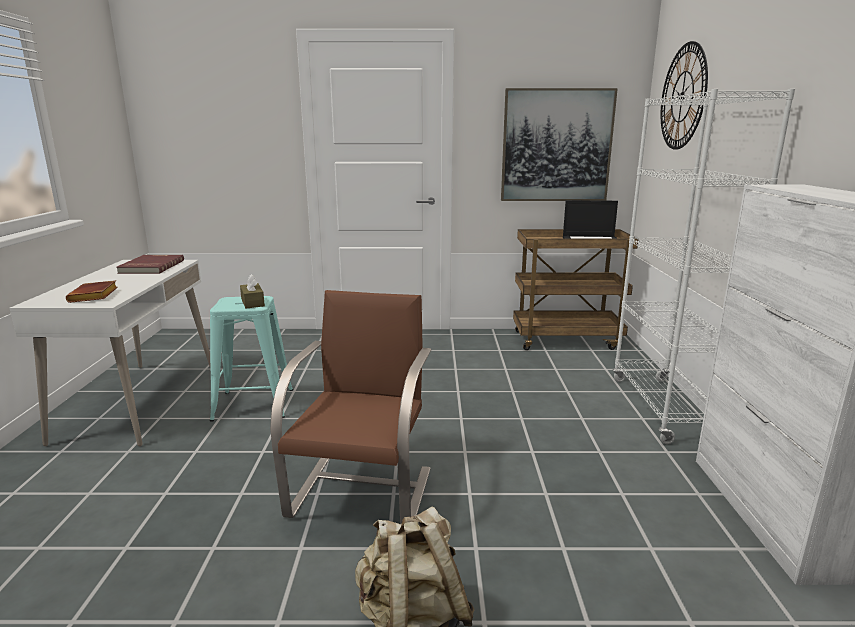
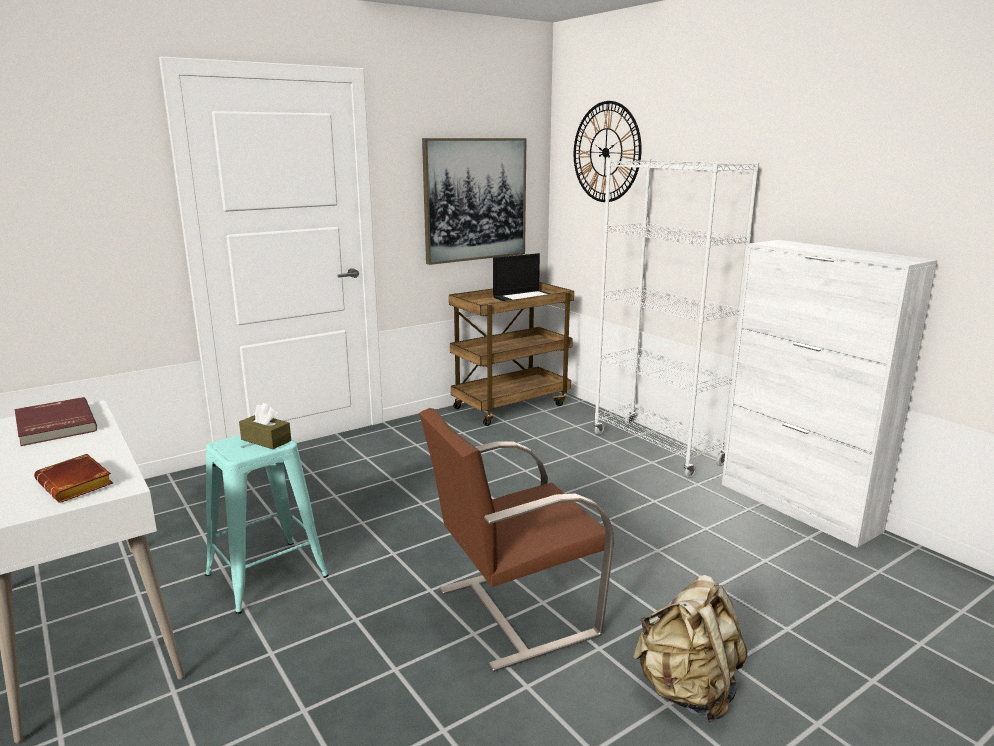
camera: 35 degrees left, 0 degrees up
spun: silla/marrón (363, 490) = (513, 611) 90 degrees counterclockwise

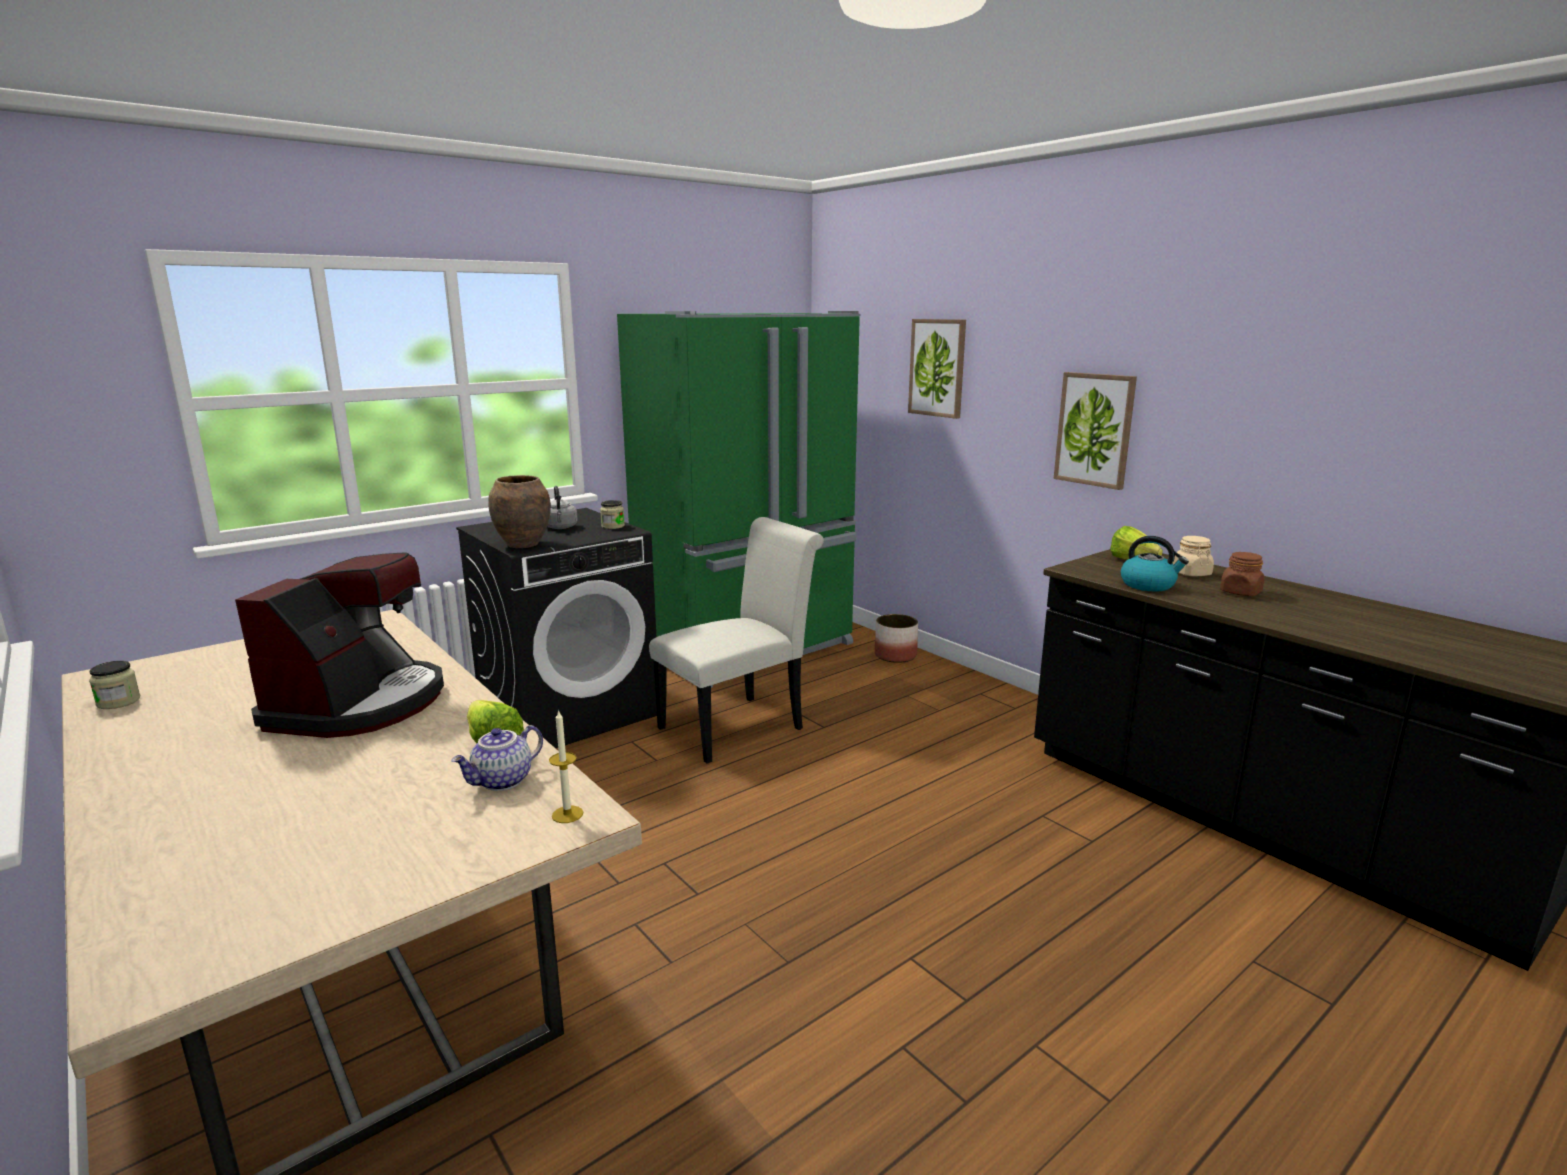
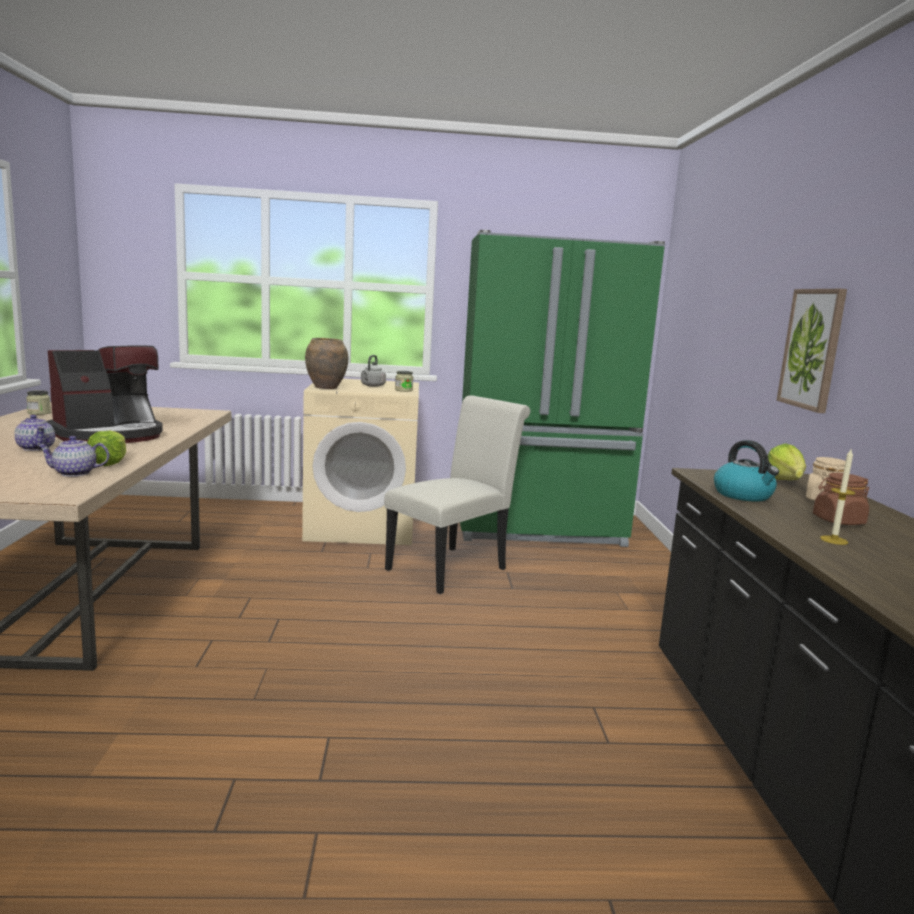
camera: 35 degrees right, 5 degrees down
missing: maceta (895, 656); cuadro (937, 368)
appeared: tetera (36, 448)
relocated: vela (567, 814) to (834, 540)
colour: lavadora/negro (569, 711) to lavadora/beis (362, 527)
spun: silla/blanco (739, 726) = (452, 567) 45 degrees counterclockwise

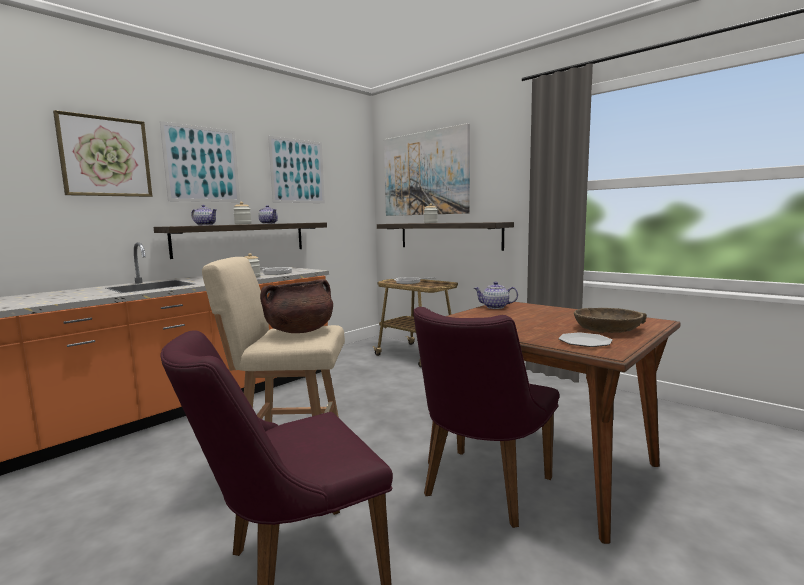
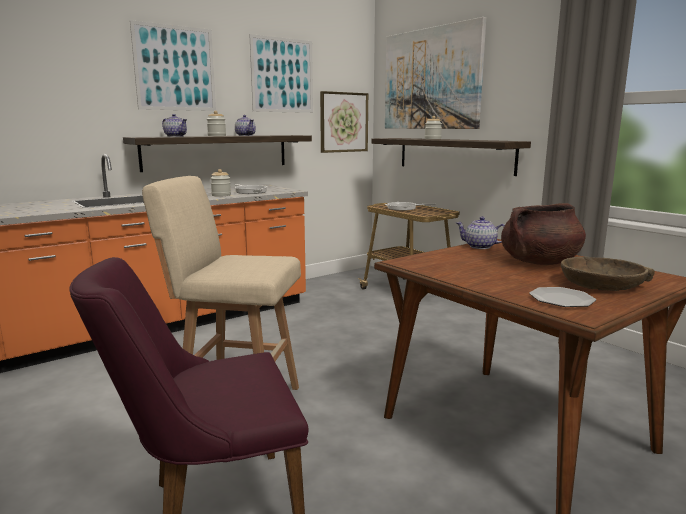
camera: 10 degrees right, 5 degrees up
missing: silla/morado (481, 491)
relocated: cuadro (105, 157) to (343, 122); olla/marrón (300, 331) to (539, 262)

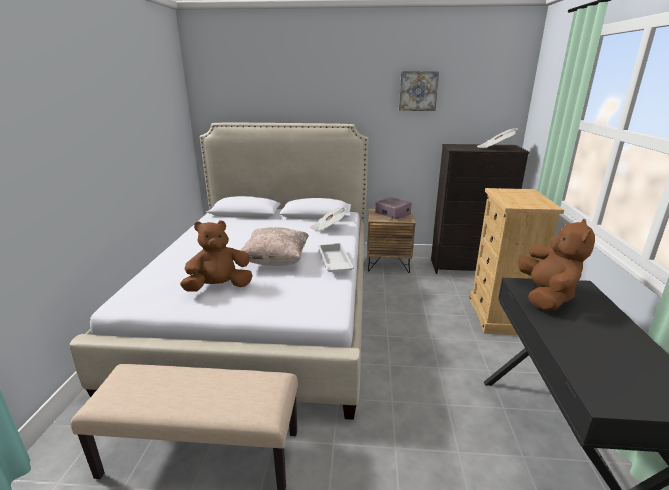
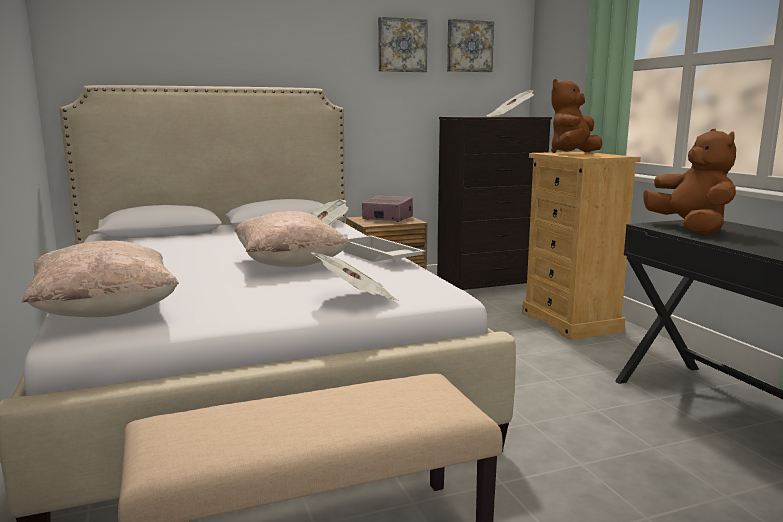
camera: 25 degrees left, 10 degrees down
appeared: cojín/beis (106, 311); periódico (356, 298); cuadro (469, 46)
relocated: peluche/marrón (219, 287) to (573, 153)

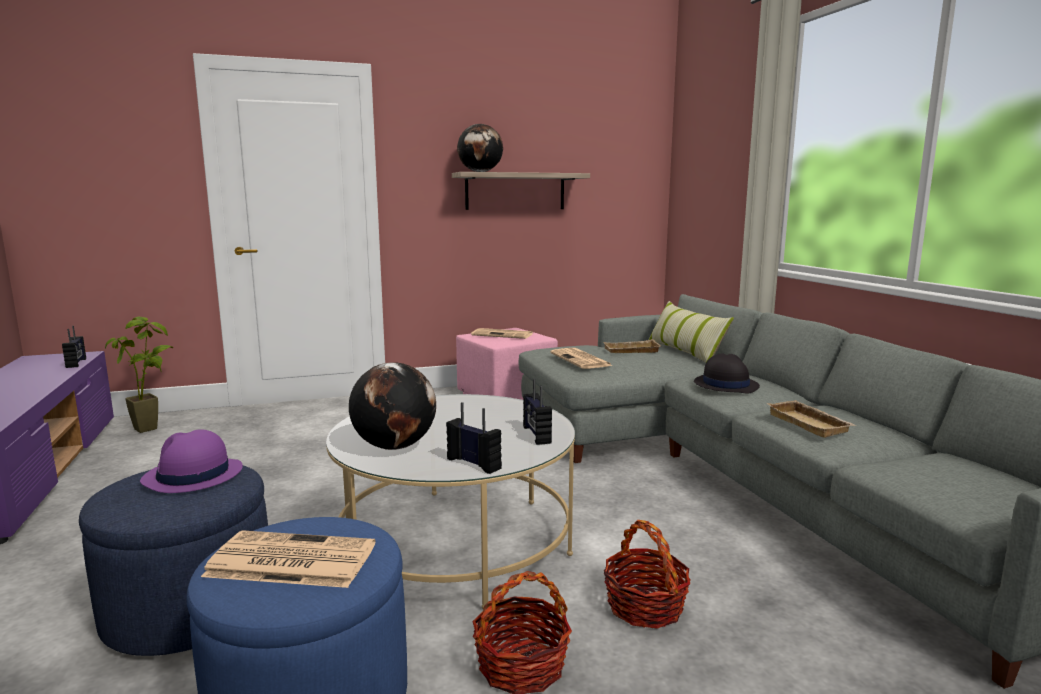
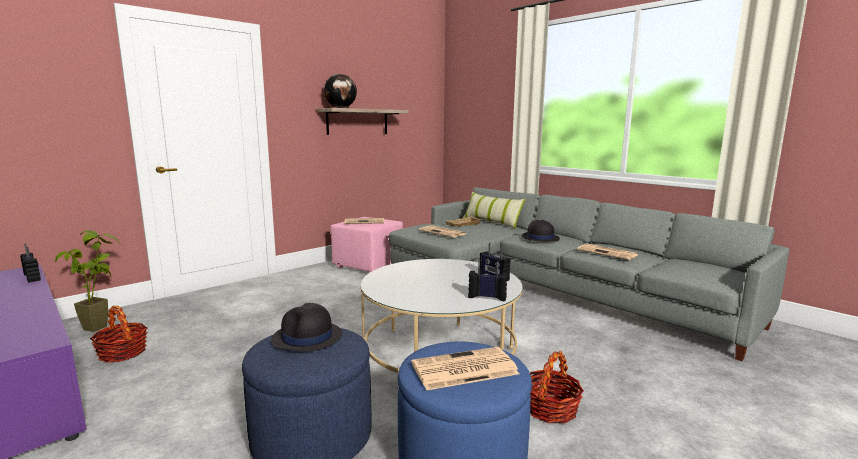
camera: 25 degrees left, 0 degrees up
missing: globo terráqueo (394, 446)
relocated: cesta (645, 606) to (122, 353)
exchanged: bandeja/beis (811, 424) to periódico (608, 252)
colour: sombrero/morado (192, 476) to sombrero/negro (307, 338)

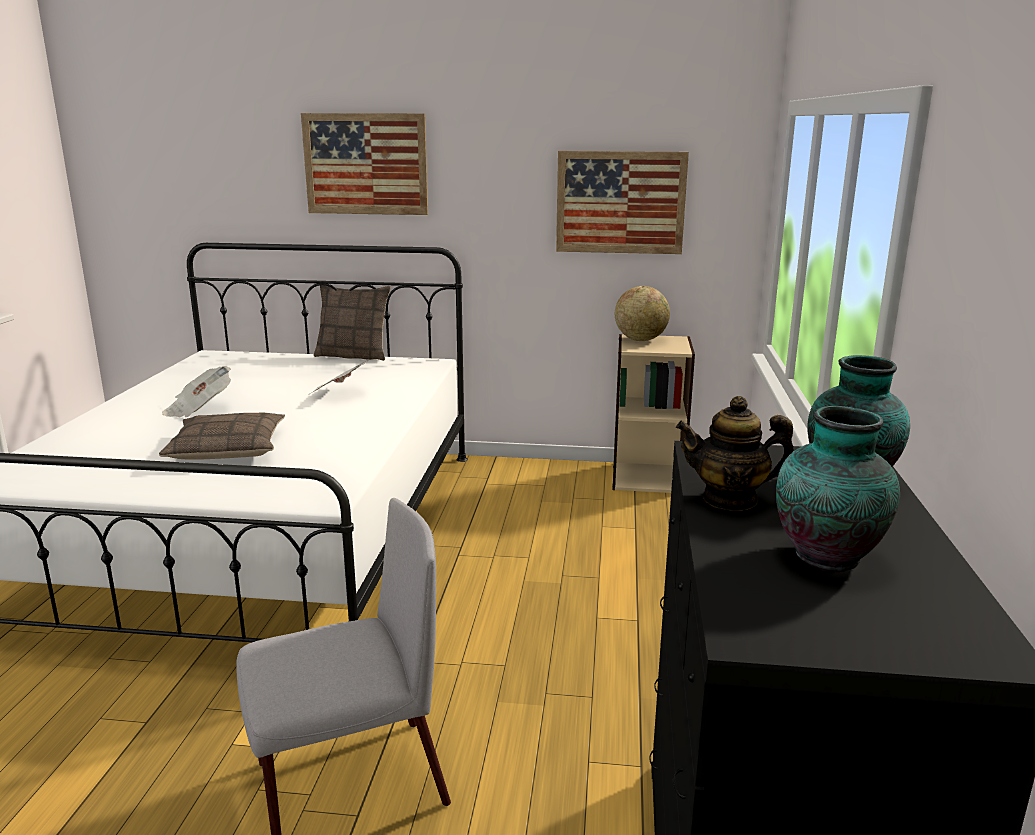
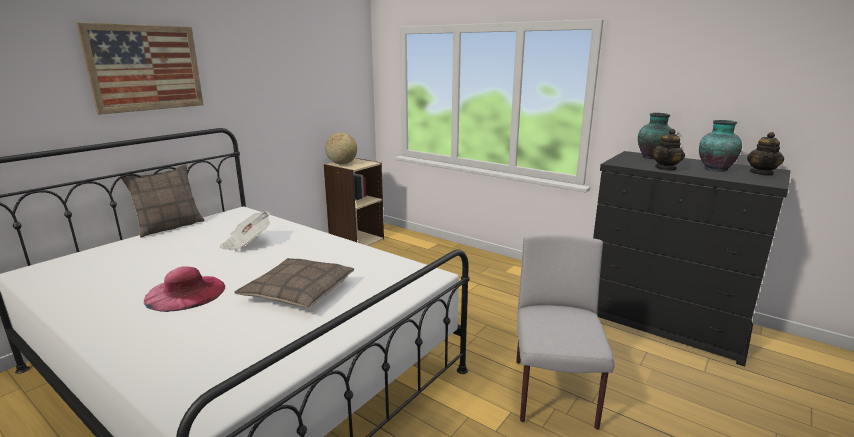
camera: 60 degrees left, 0 degrees up
missing: cuadro (620, 202)
appeared: tetera (761, 173)
exchanged: periódico (199, 410) to sombrero/rosa (185, 293)

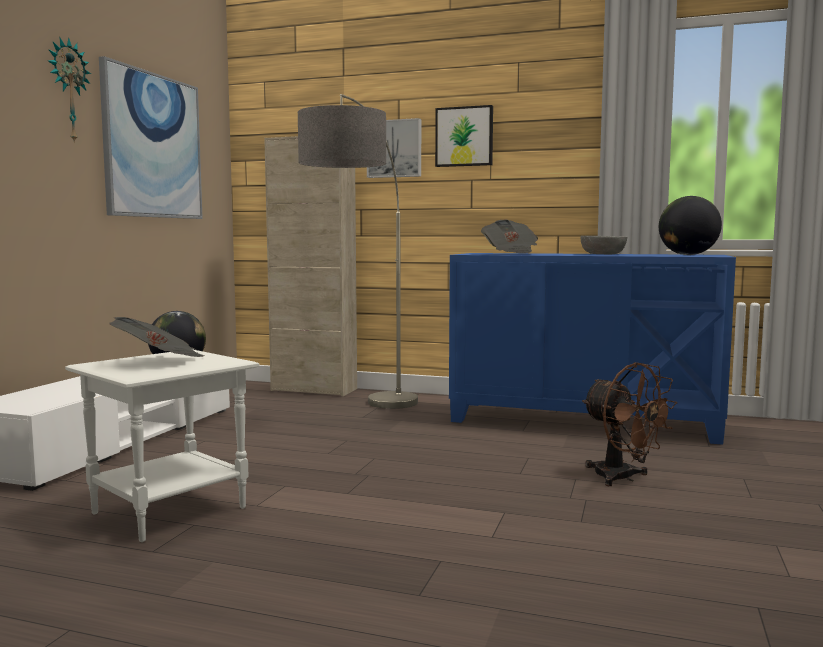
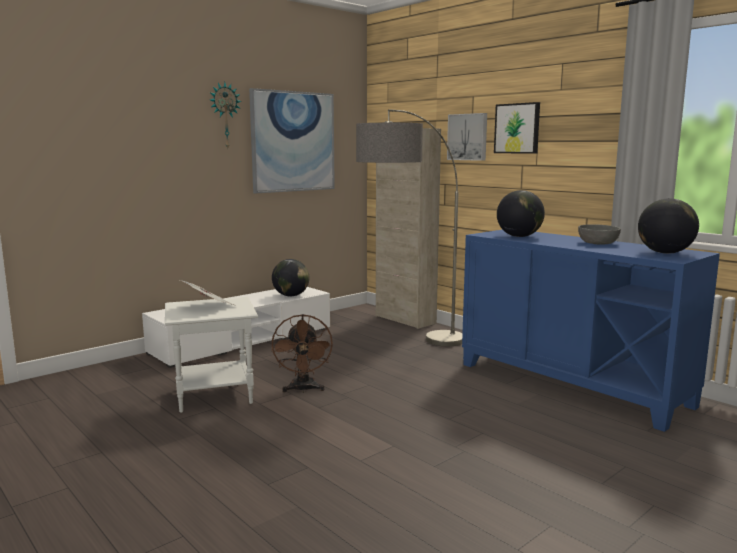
camera: 30 degrees right, 5 degrees up
relocated: ventilador/marrón (623, 478) to (303, 389)
exchanged: periódico (511, 254) to globo terráqueo (519, 236)

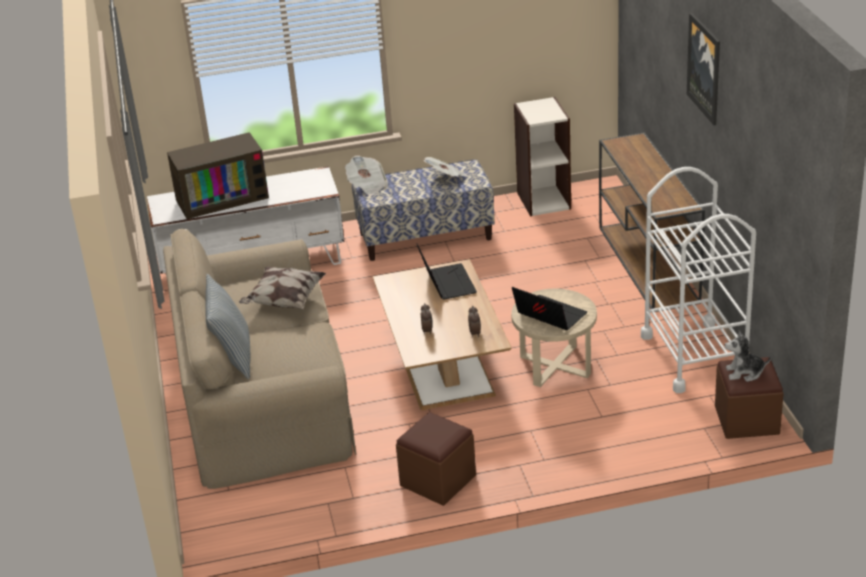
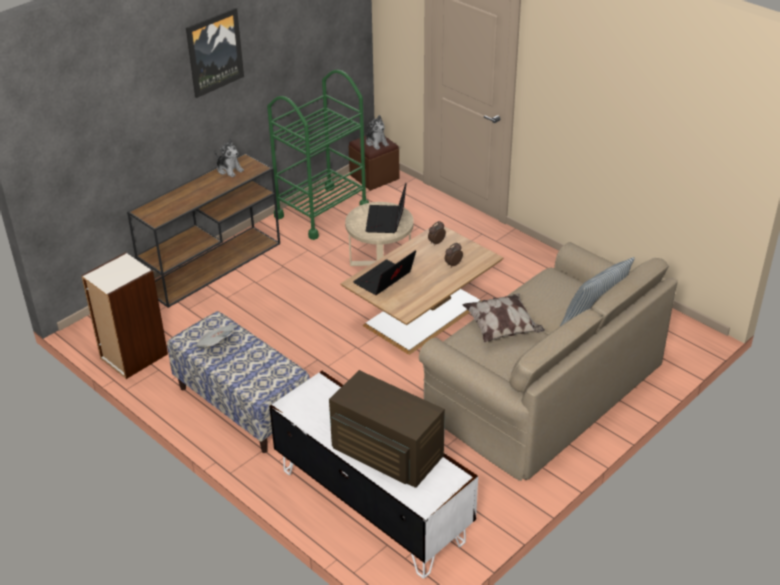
camera: 125 degrees left, 5 degrees up
missing: periódico (367, 185); puf/marrón (438, 480)
appeared: peluche (229, 170)
colour: carrito/blanco (694, 356) to carrito/verde (321, 212)

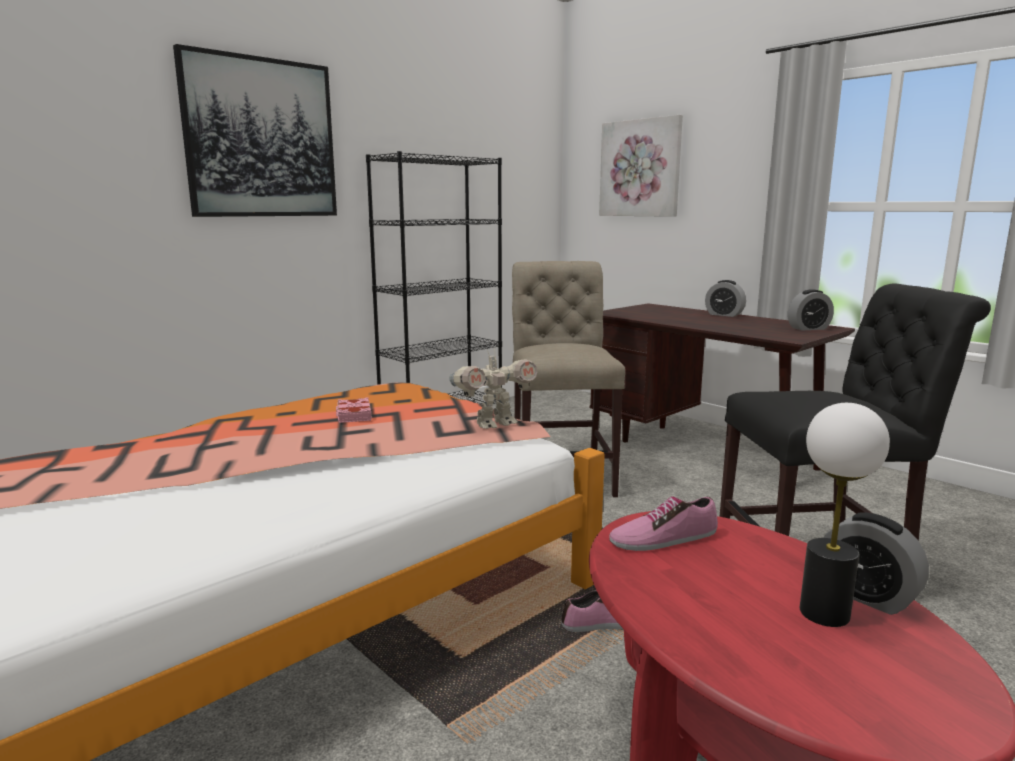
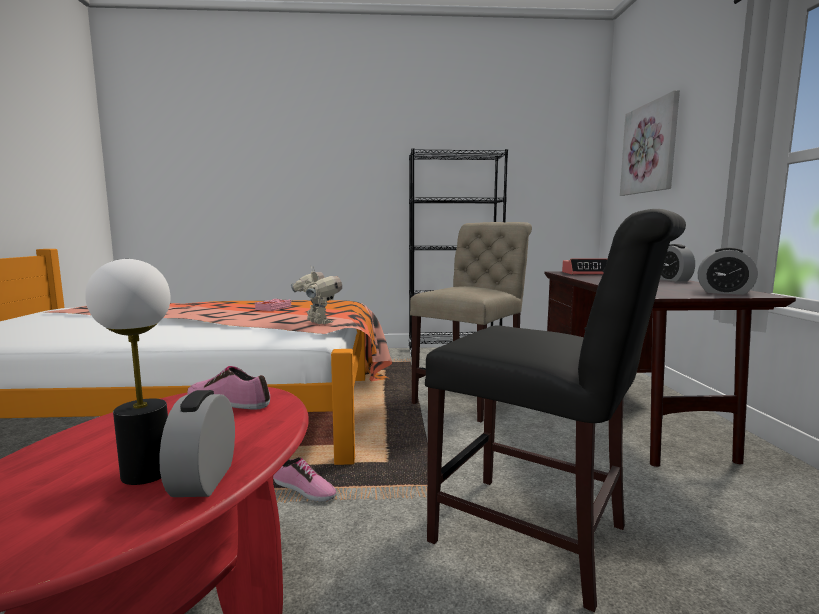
camera: 40 degrees right, 5 degrees down
missing: cuadro (261, 138)
appeared: despertador (585, 273)
spun: robot de juguete (494, 424) = (317, 322) 135 degrees counterclockwise

